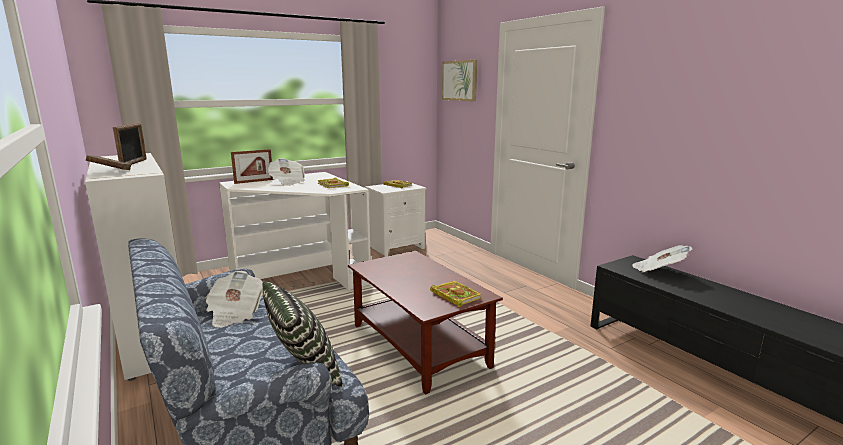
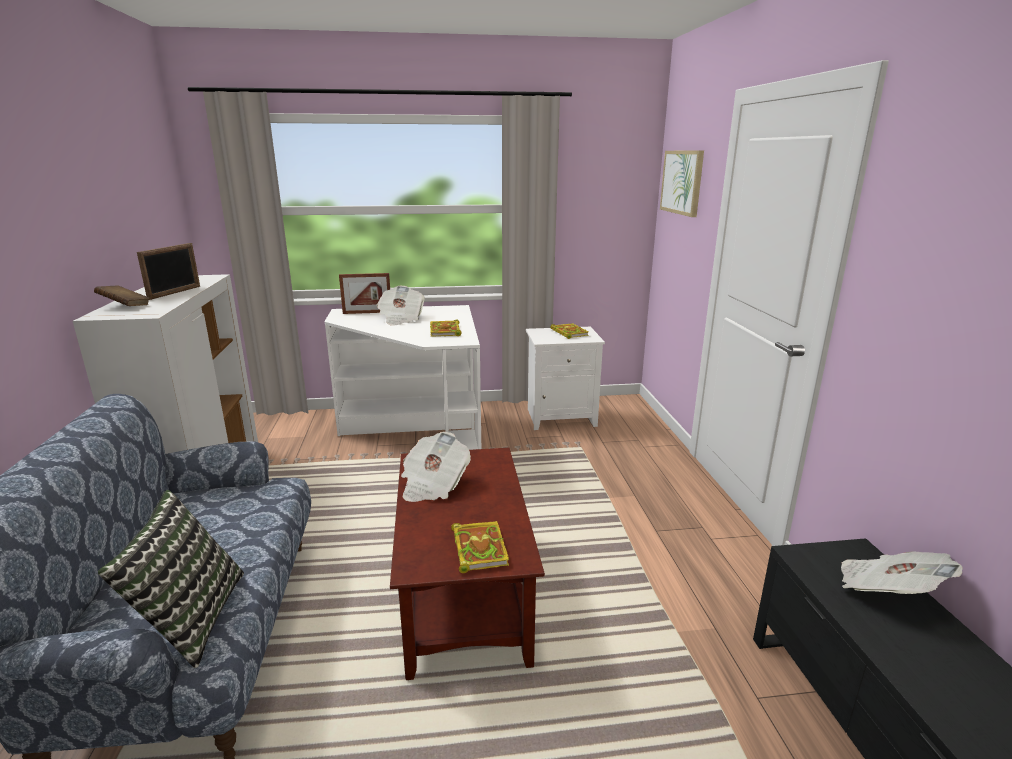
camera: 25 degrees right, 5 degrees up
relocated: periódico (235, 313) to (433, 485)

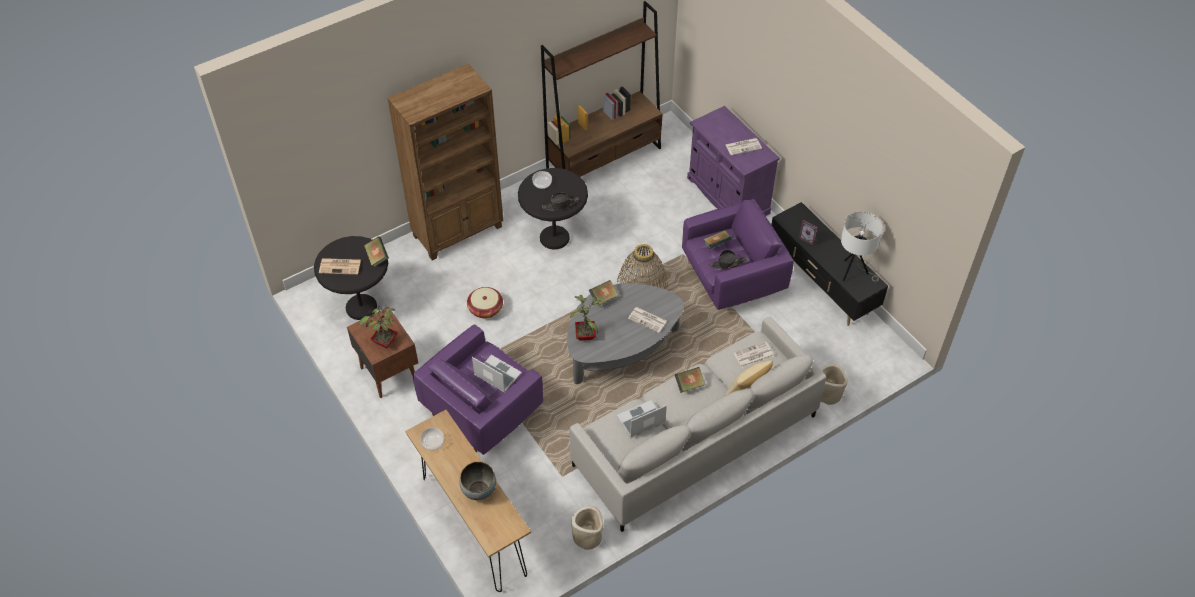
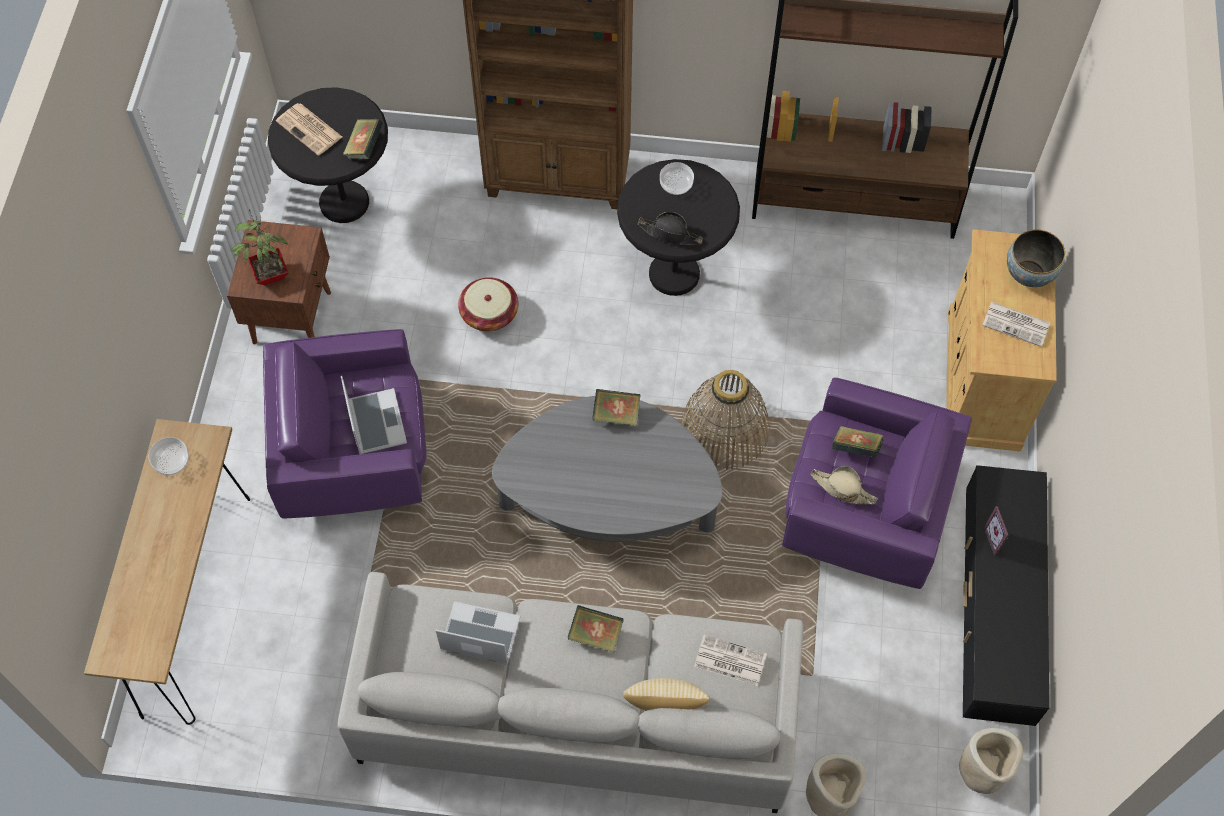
camera: 40 degrees right, 10 degrees up
missing: planta en maceta (586, 335); periódico (648, 320); lámpara de mesa/blanco (853, 272)
relocated: maceta/beis (588, 536) to (984, 770); cuenco (479, 491) to (1028, 274)
colour: sombrero/negro (727, 263) to sombrero/beis (842, 489); armario/morado (727, 195) to armario/beis (982, 379)

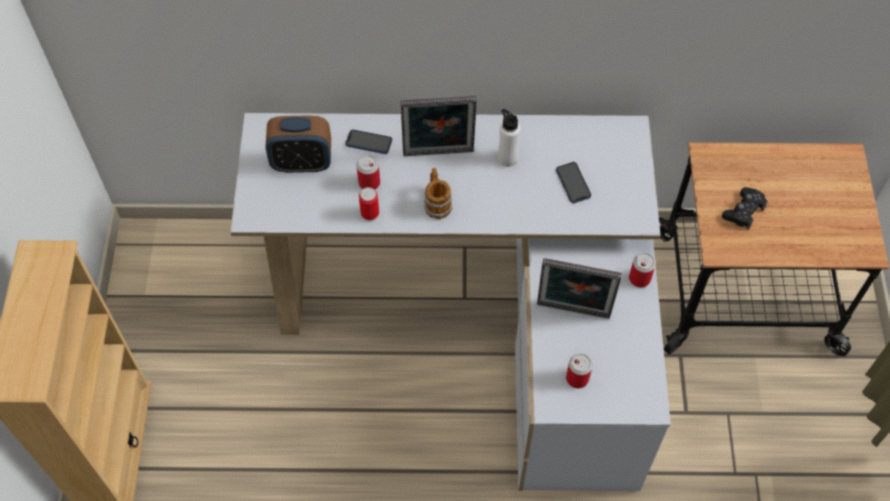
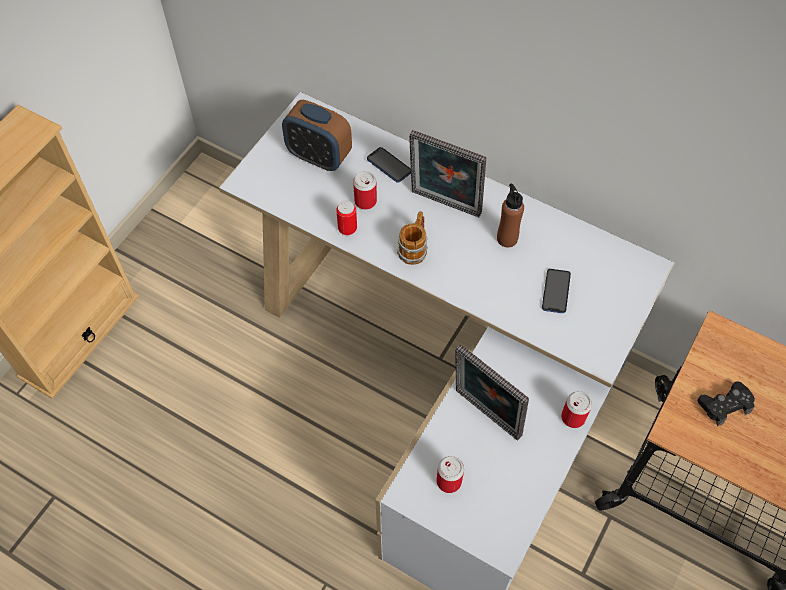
camera: 30 degrees right, 0 degrees up
colour: botella/blanco (507, 158) to botella/marrón (507, 238)

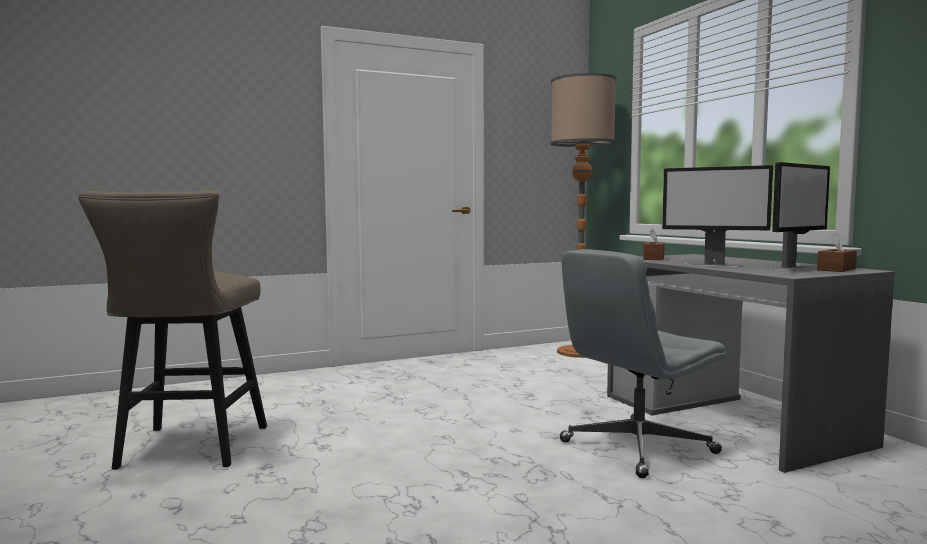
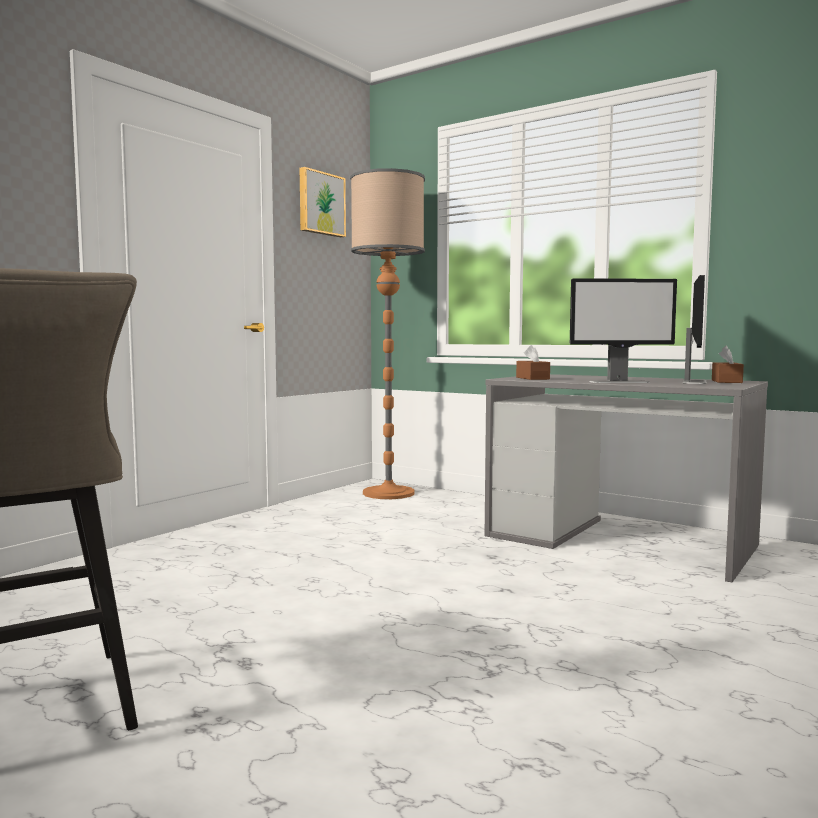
camera: 30 degrees left, 0 degrees up
missing: silla de oficina/gris (637, 448)
appeared: cuadro (320, 203)

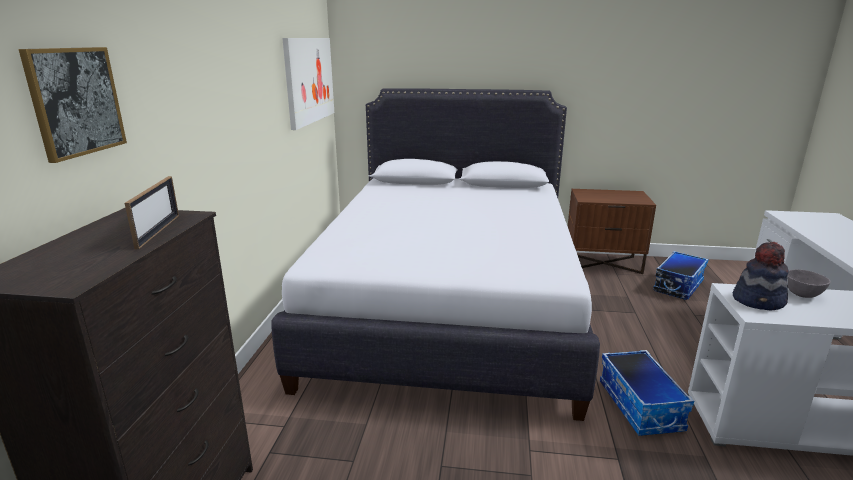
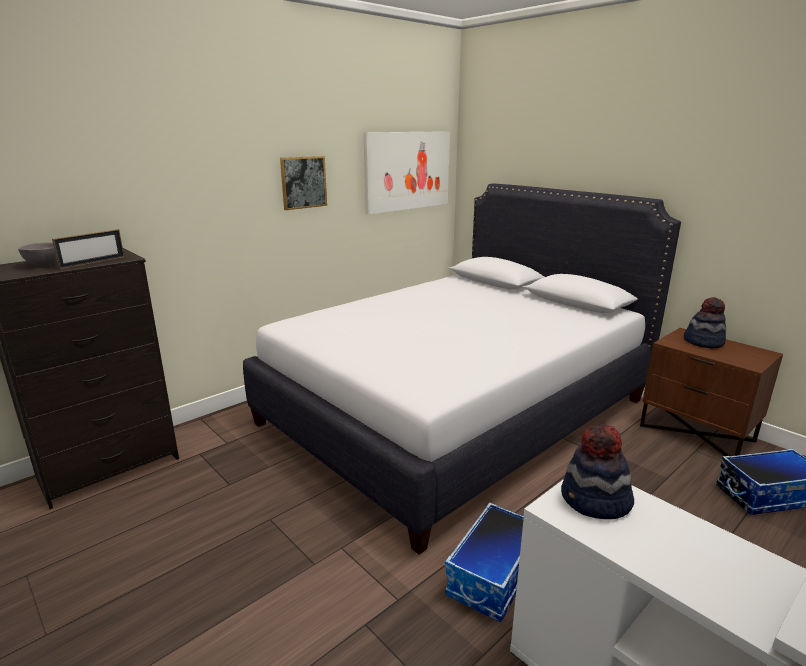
camera: 40 degrees right, 0 degrees up
appeared: sombrero (703, 342)
relocated: cuenco/gris (801, 295) to (44, 265); cuadro (75, 101) to (303, 182)

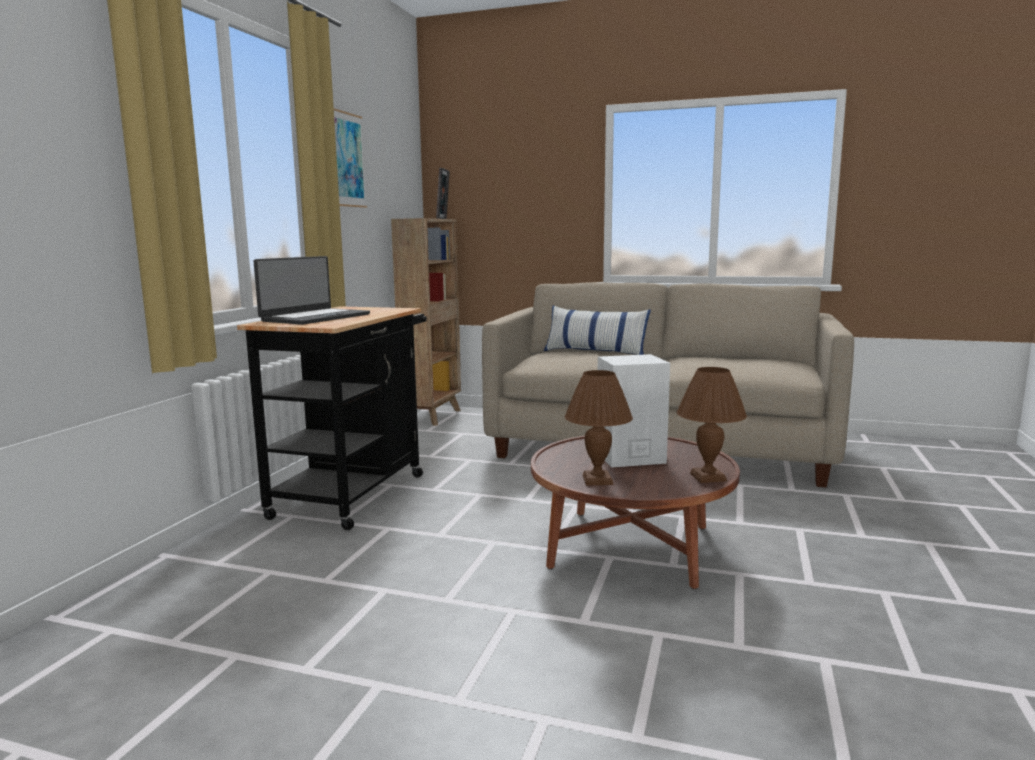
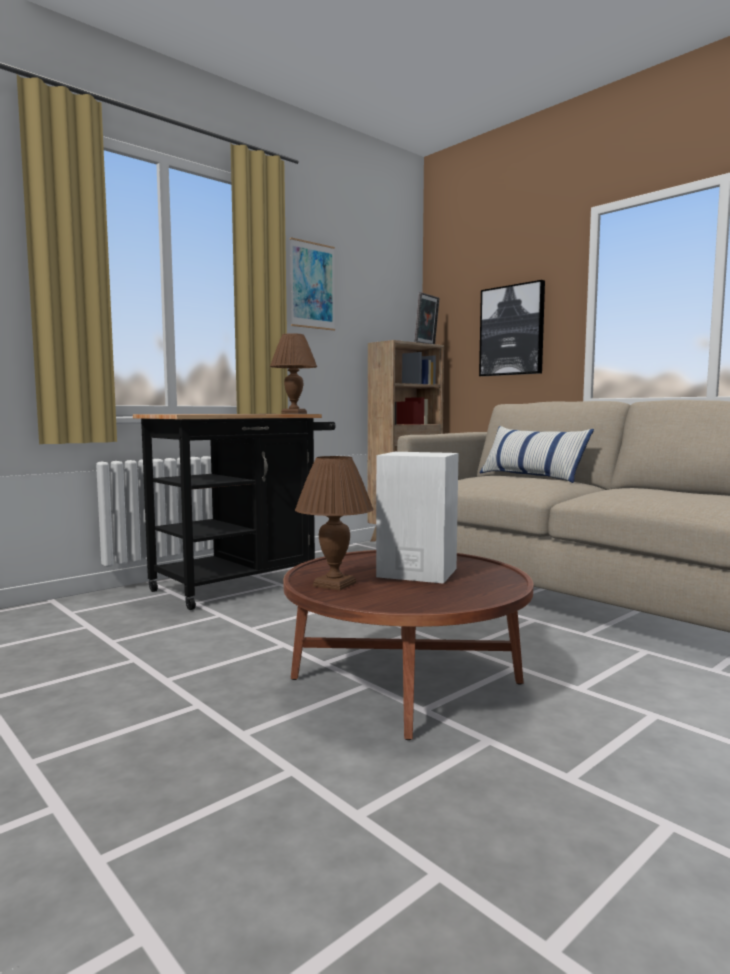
camera: 30 degrees right, 5 degrees down
missing: portátil (315, 317)
appeared: cuadro (512, 330)
relocated: lámpara de mesa/marrón (707, 477) to (294, 413)

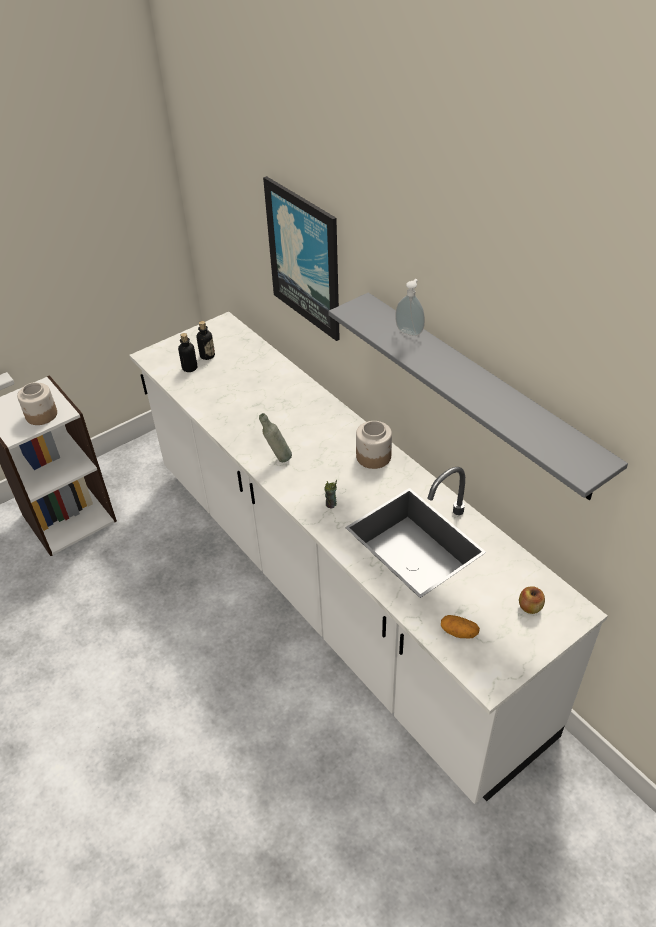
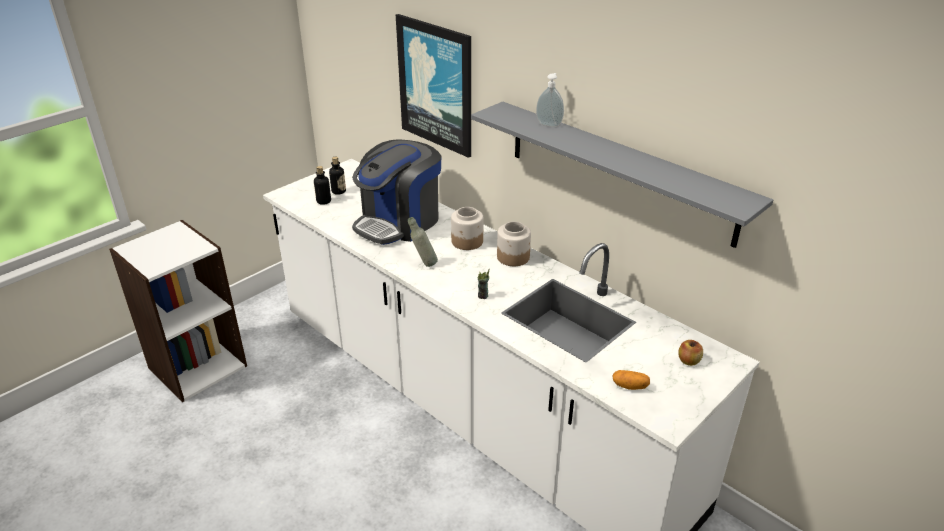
camera: 10 degrees left, 10 degrees down
appeared: cafetera (399, 222)
relocated: tarro (41, 415) to (467, 242)

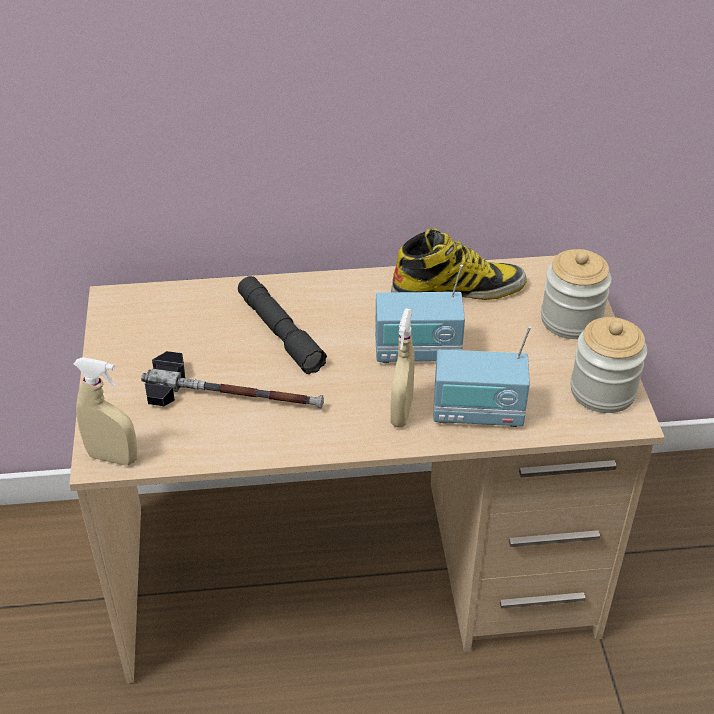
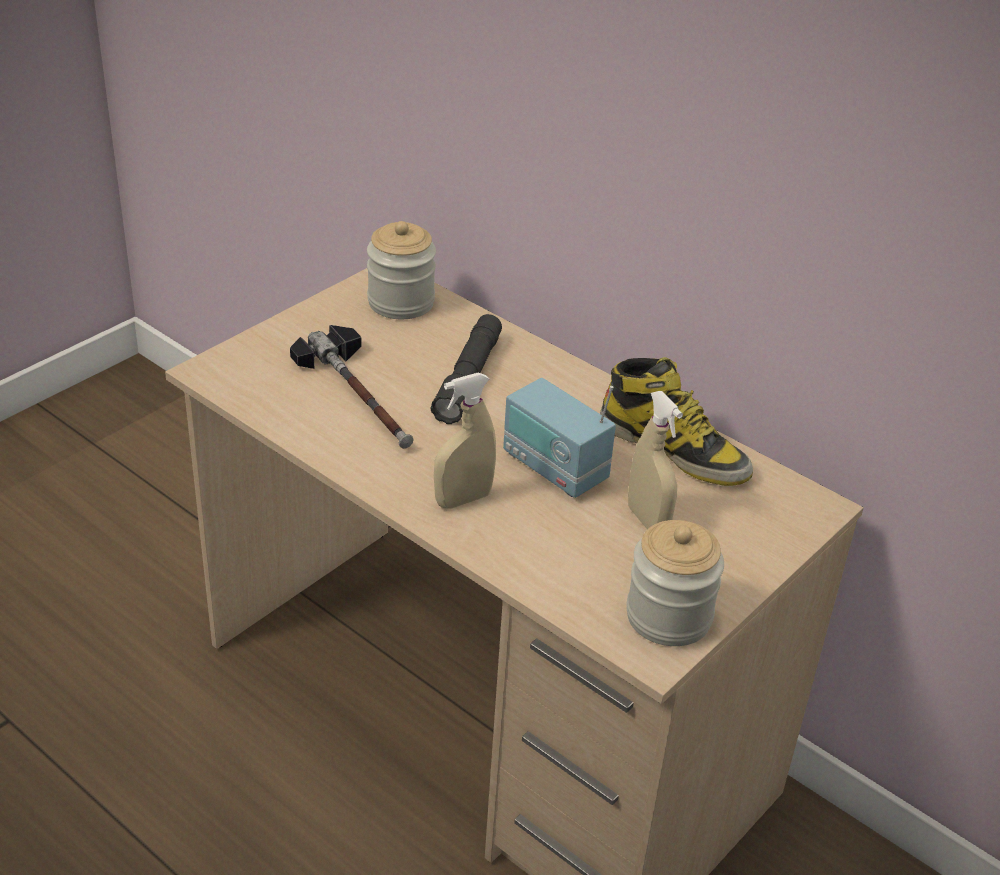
camera: 45 degrees right, 5 degrees down
missing: radio (477, 413)
relocated: tarro (571, 320) to (401, 302); pulverizador/beis (113, 457) to (647, 520)

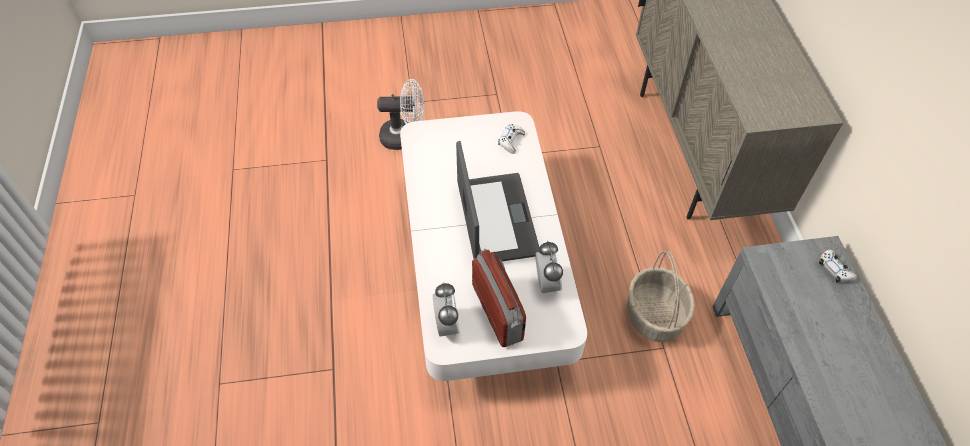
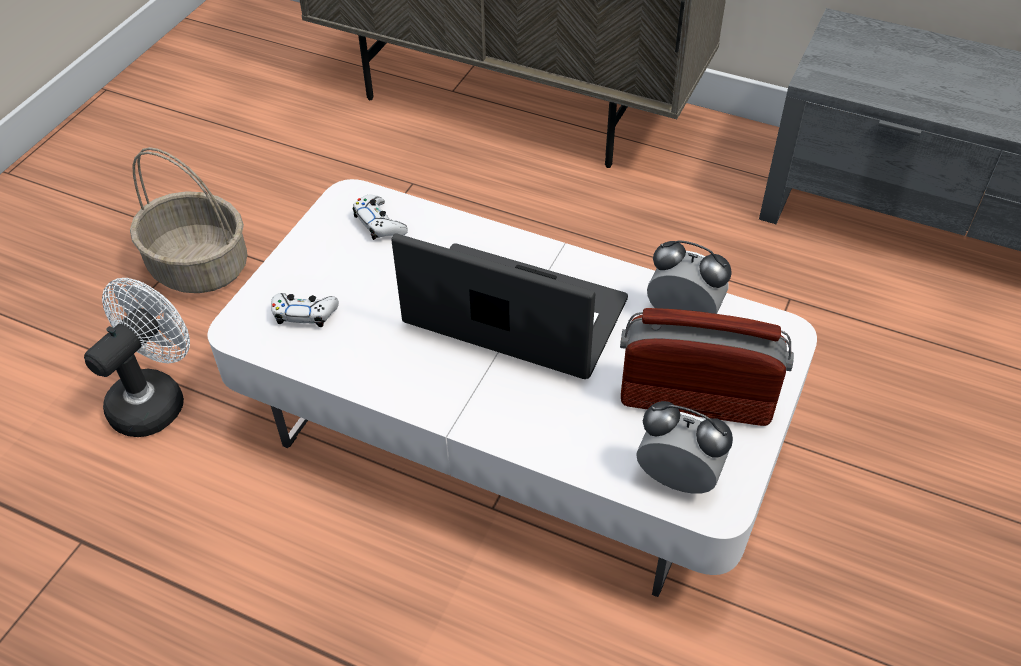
camera: 55 degrees left, 5 degrees down
relocated: cesta (655, 316) to (201, 266); mando de consola/blanco (835, 269) to (304, 314)

